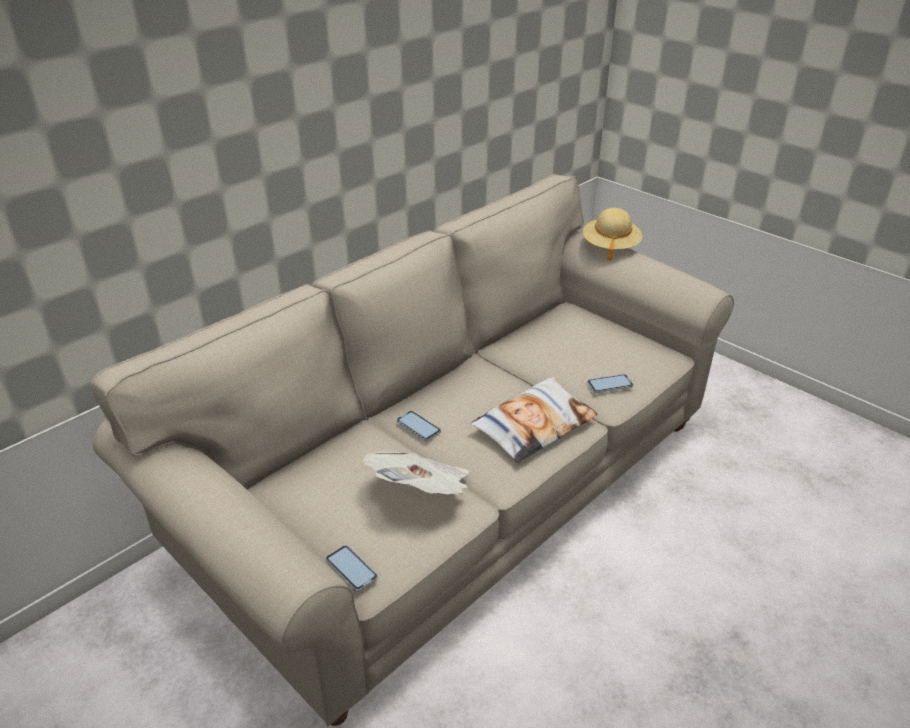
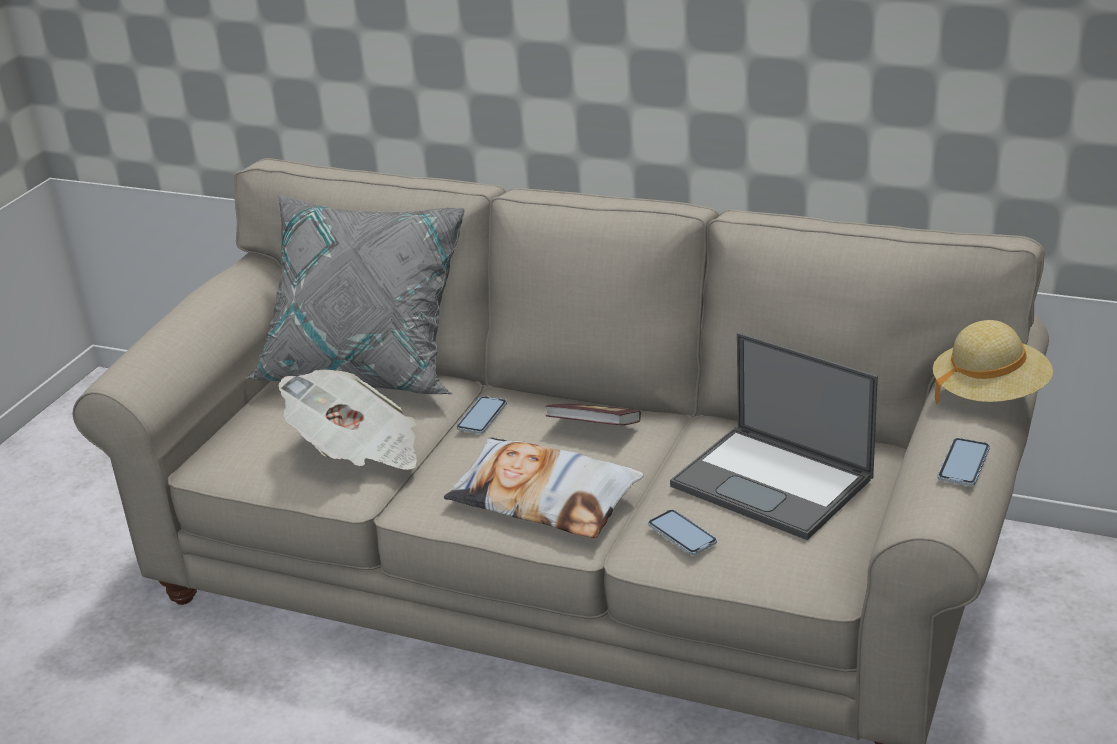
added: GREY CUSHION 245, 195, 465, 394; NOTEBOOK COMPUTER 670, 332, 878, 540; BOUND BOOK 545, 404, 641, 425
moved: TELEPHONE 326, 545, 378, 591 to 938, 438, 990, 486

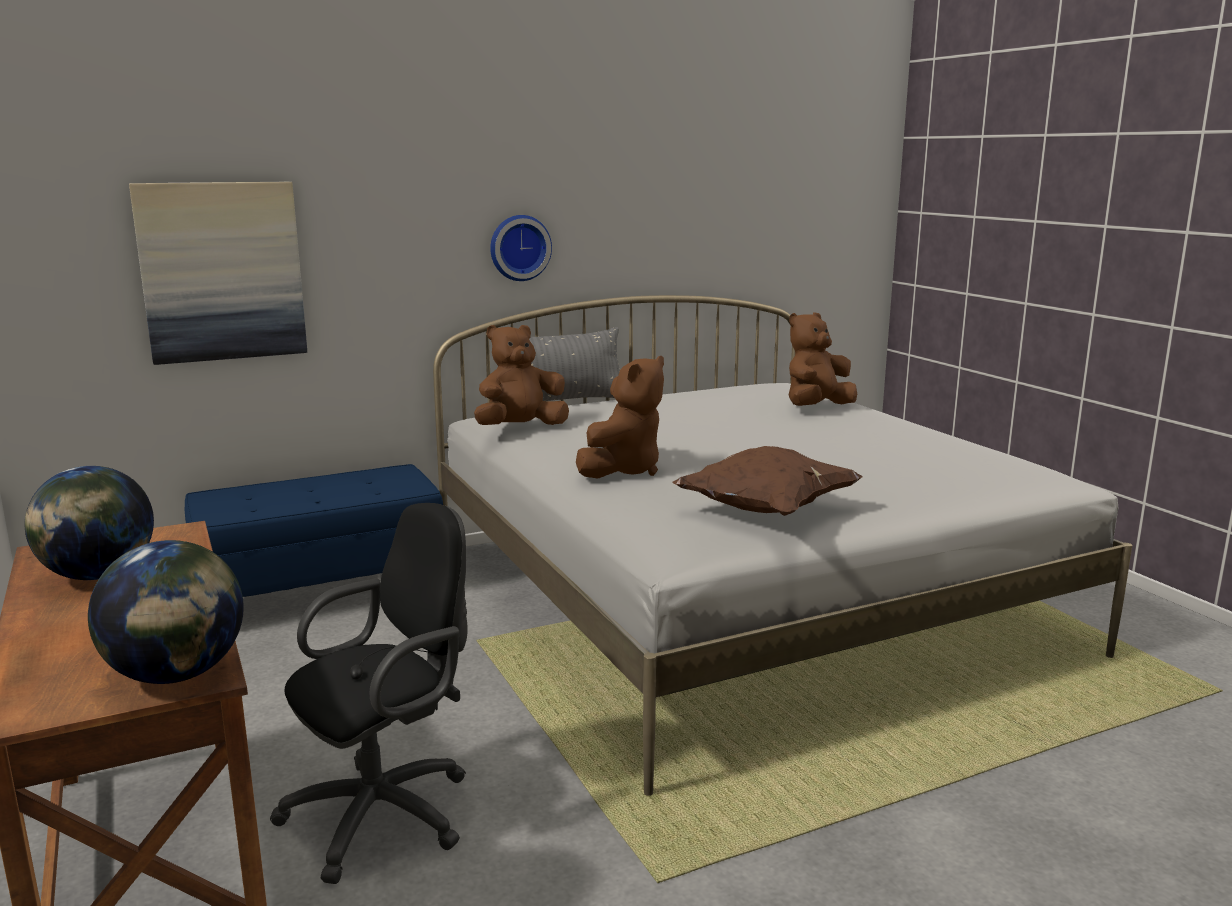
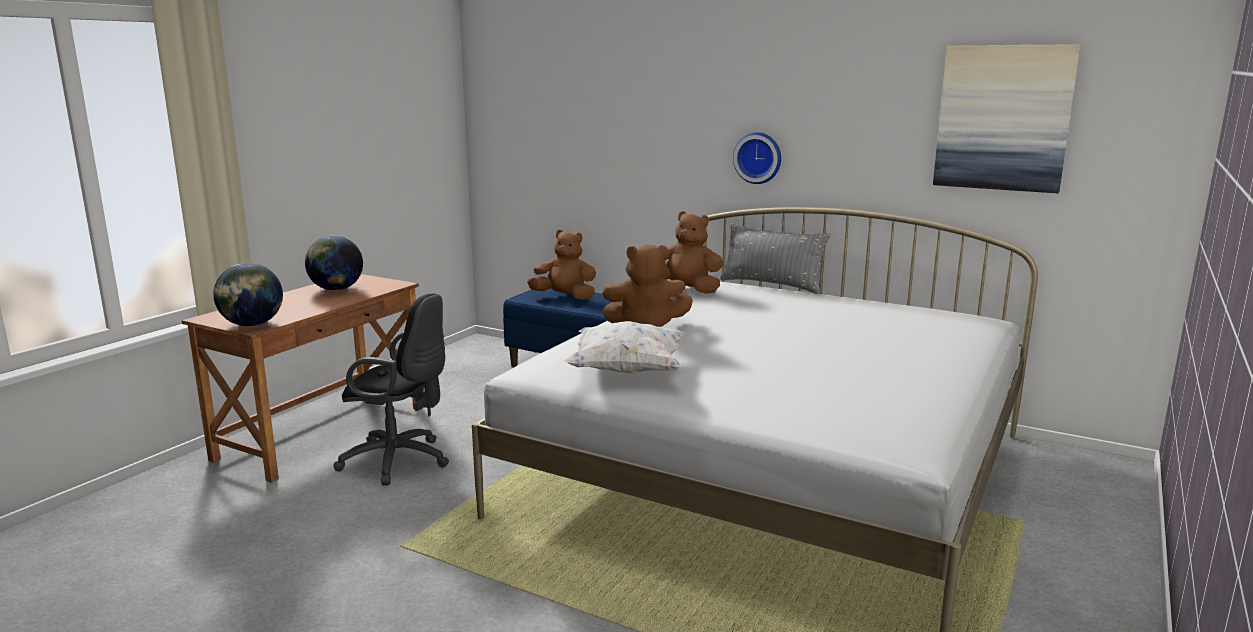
moved: WALL ART 129, 182, 307, 365 to 933, 44, 1081, 193; BROWN-COLOURED PLUSH TOY 789, 312, 857, 406 to 527, 230, 596, 300
recoloured: BROWN-COLOURED CUSHION 673, 446, 863, 516 to WHITE-COLOURED CUSHION 564, 321, 684, 373

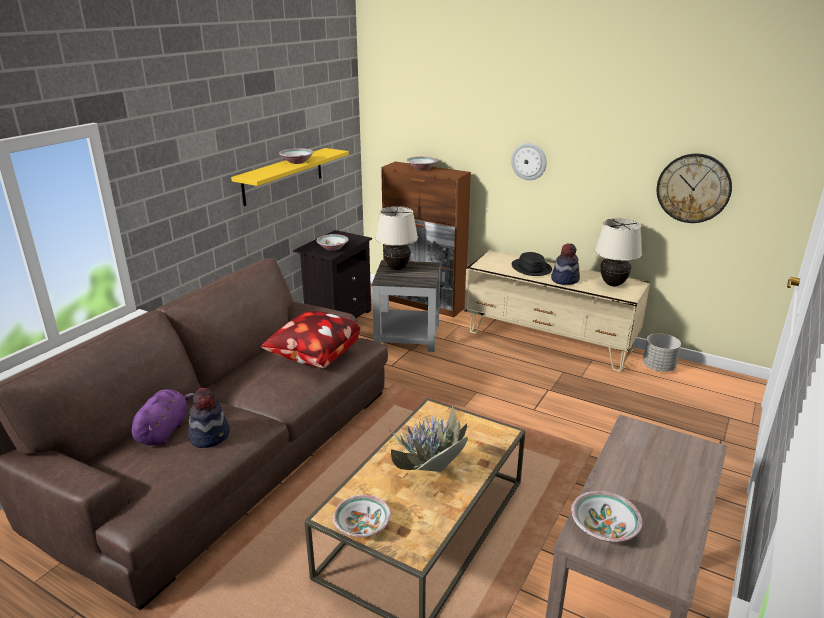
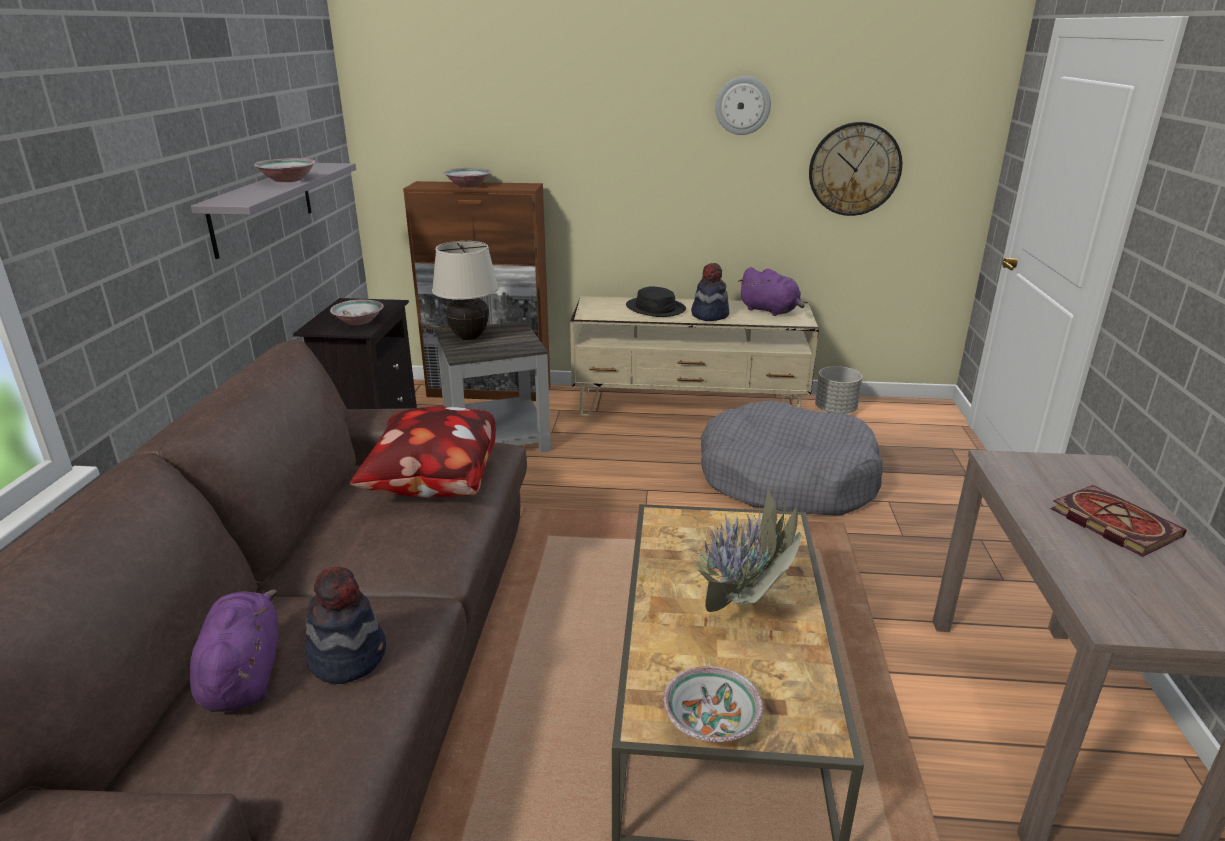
removed: BOWL 571, 491, 643, 542
added: GREY PET BED 701, 401, 883, 516; BOUND BOOK 1051, 485, 1187, 557
moved: HANGING CLOCK 511, 143, 547, 180 to 715, 76, 771, 135
replaced: BEIGE TABLE LAMP 595, 218, 642, 287 to PURPLE PLUSH TOY 738, 267, 805, 316
recoloured: YELLOW-COLOURED WALL SHELF 231, 148, 349, 206 to GREY WALL SHELF 191, 163, 356, 259

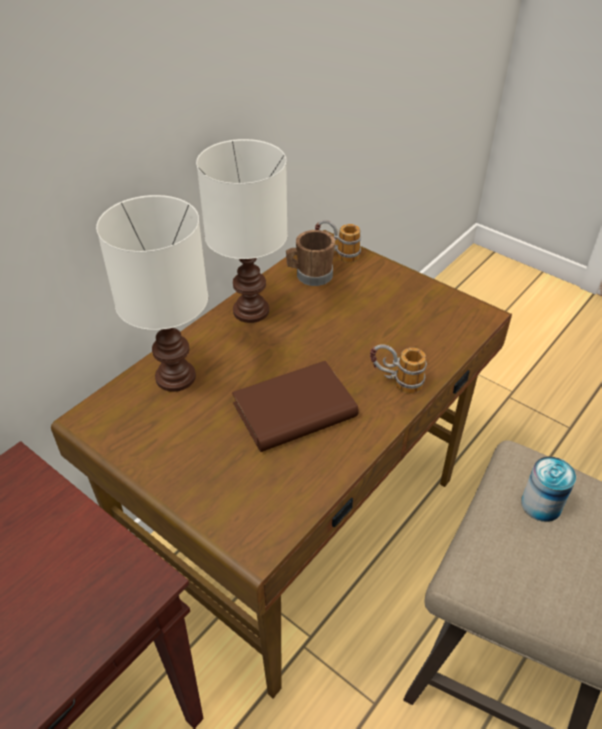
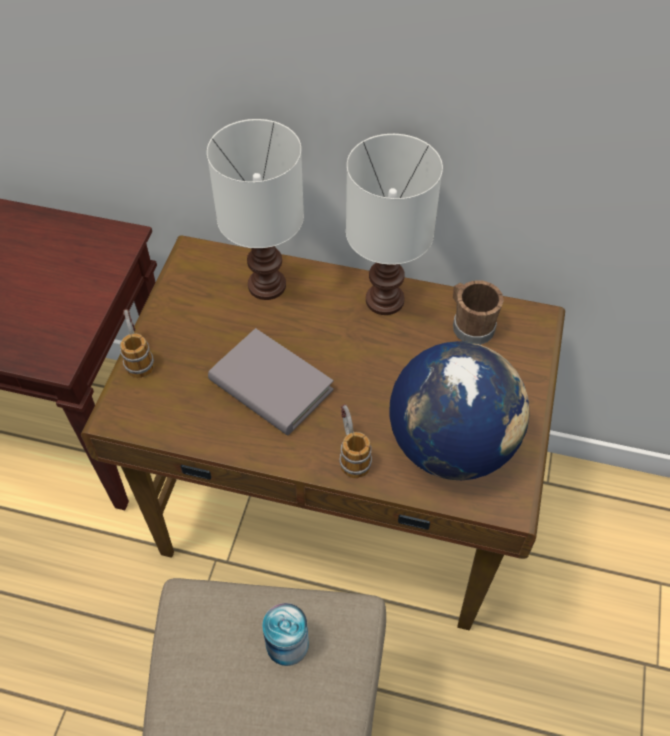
added: WORLD GLOBE 389, 341, 530, 480
moved: MUG 315, 220, 361, 263 to 120, 309, 154, 378
recoloured: BROWN-COLOURED BOUND BOOK 232, 361, 359, 452 to GREY BOUND BOOK 208, 328, 334, 435

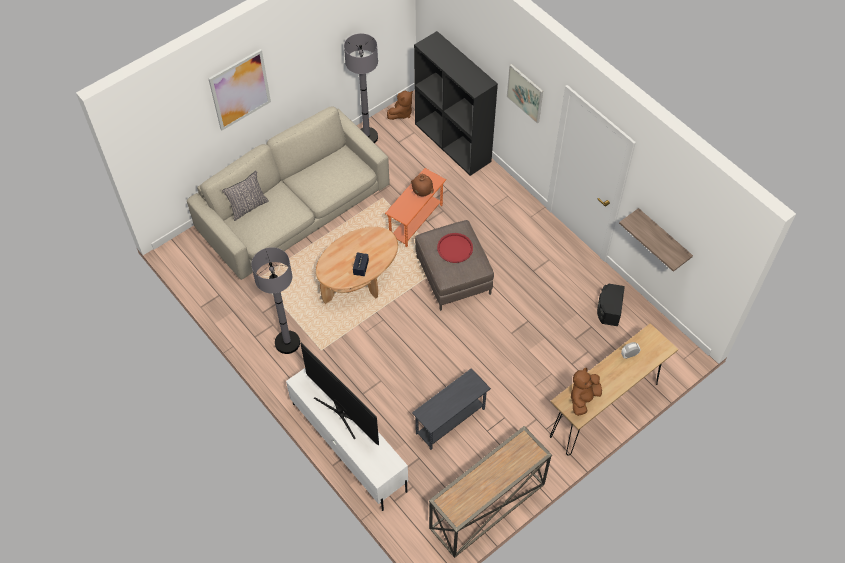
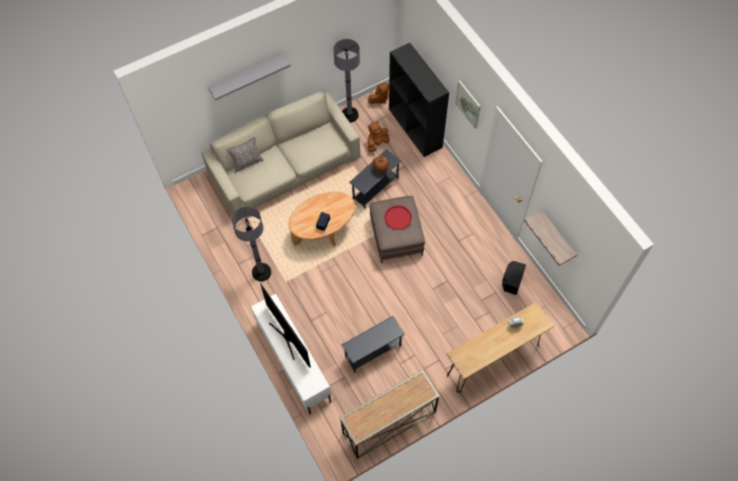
moved: BROWN-COLOURED PLUSH TOY 571, 368, 602, 416 to 368, 121, 389, 152
replaced: WALL ART 208, 49, 271, 130 to GREY WALL SHELF 208, 53, 291, 101
recoloured: ORANGEY ACCENT TABLE 385, 168, 446, 247 to GREY ACCENT TABLE 349, 149, 401, 209

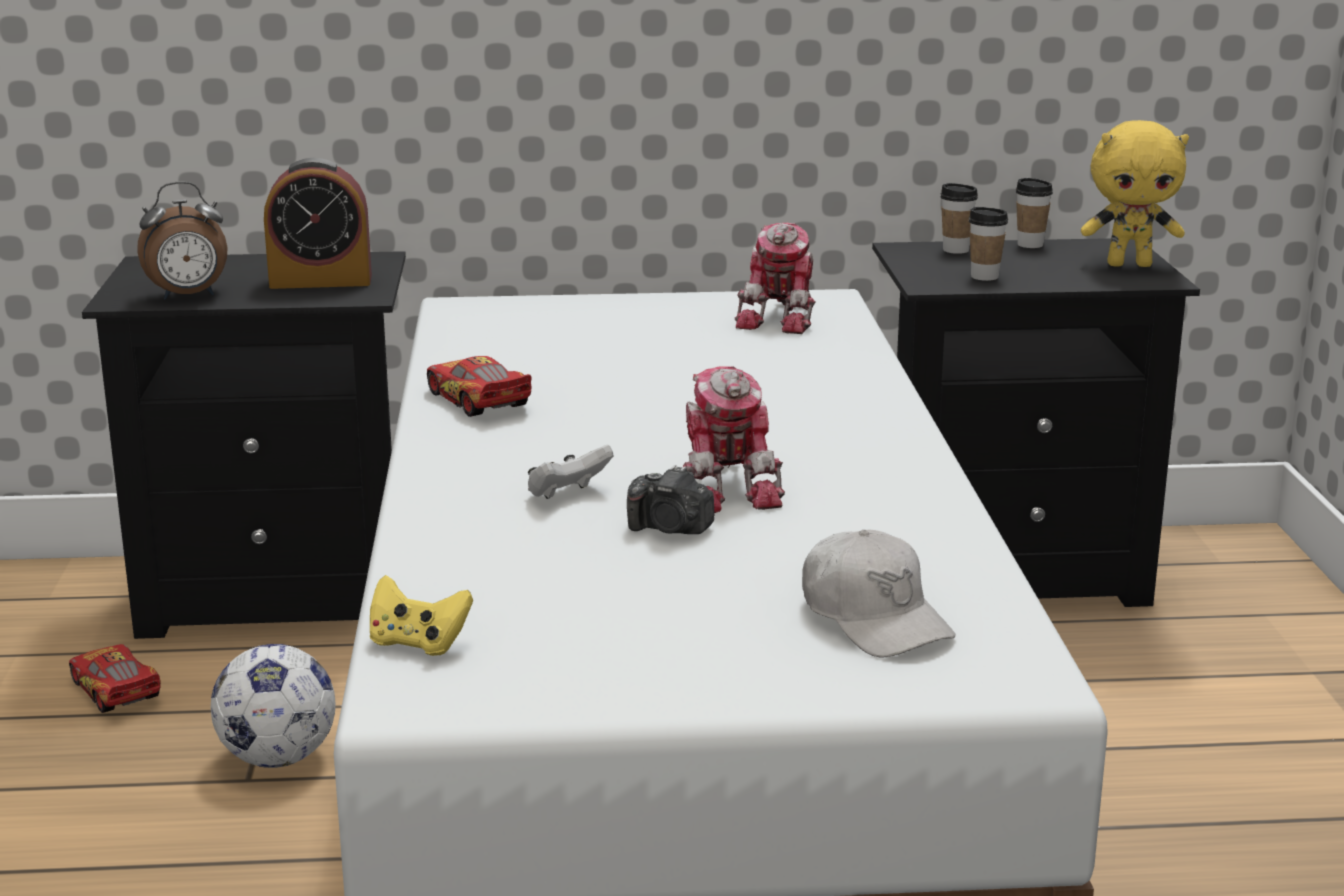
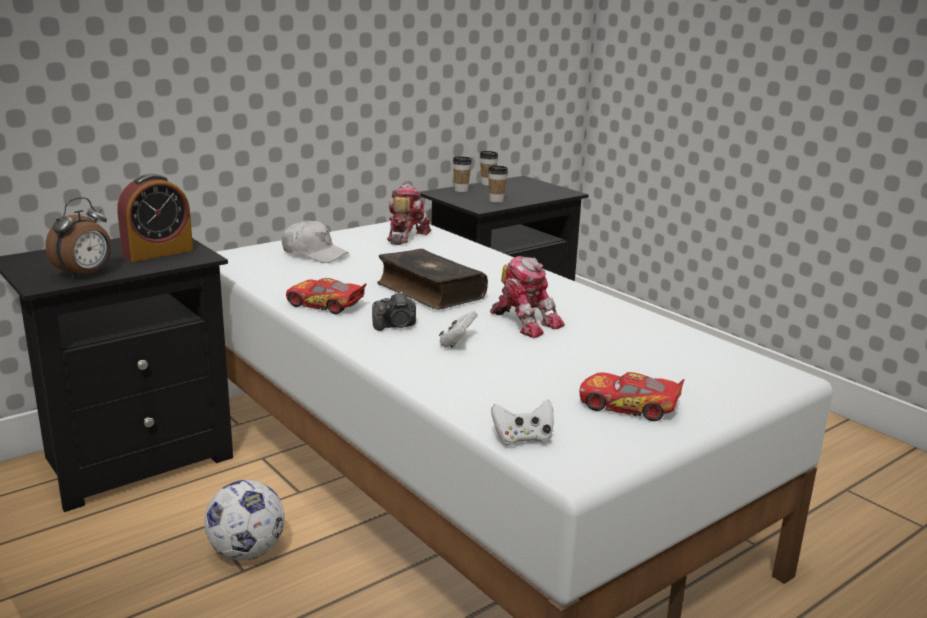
removed: YELLOW-COLOURED PLUSH TOY 1081, 120, 1189, 267
added: BOUND BOOK 377, 249, 488, 310
moved: PHOTO CAMERA 627, 465, 714, 534 to 372, 292, 416, 331; WHITE-COLOURED BASEBALL CAP 802, 530, 956, 657 to 282, 220, 349, 263; TOY CAR 69, 644, 161, 713 to 579, 372, 685, 421
recoloured: YELLOW-COLOURED GAME CONTROLLER 370, 575, 473, 656 to WHITE-COLOURED GAME CONTROLLER 491, 400, 554, 445
turned: MODEL ROBOT 735, 223, 815, 334 = 387, 184, 431, 245 150 degrees counterclockwise

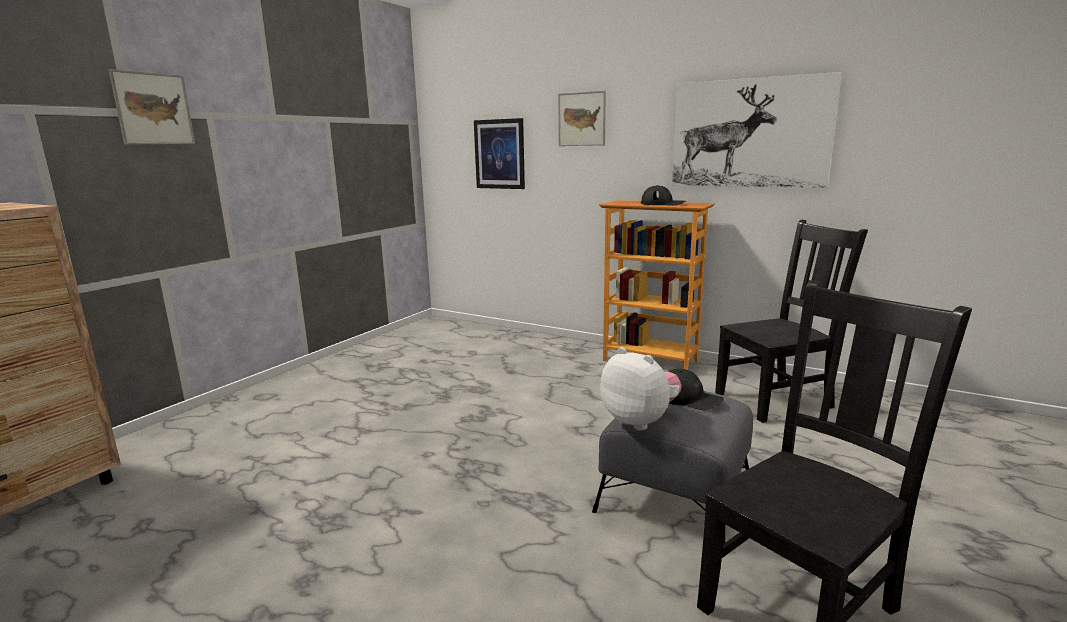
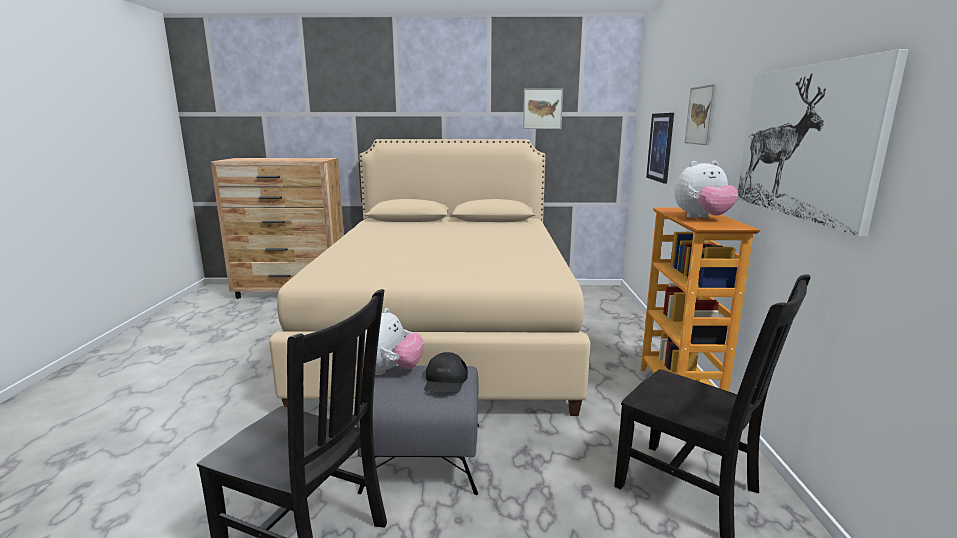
added: BEIGE SLEEPING BED 269, 139, 590, 416
moved: WALL ART 108, 69, 195, 145 to 523, 88, 563, 129
replaced: BLACK-COLOURED BASEBALL CAP 641, 185, 686, 205 to PLUSH TOY 674, 161, 739, 218

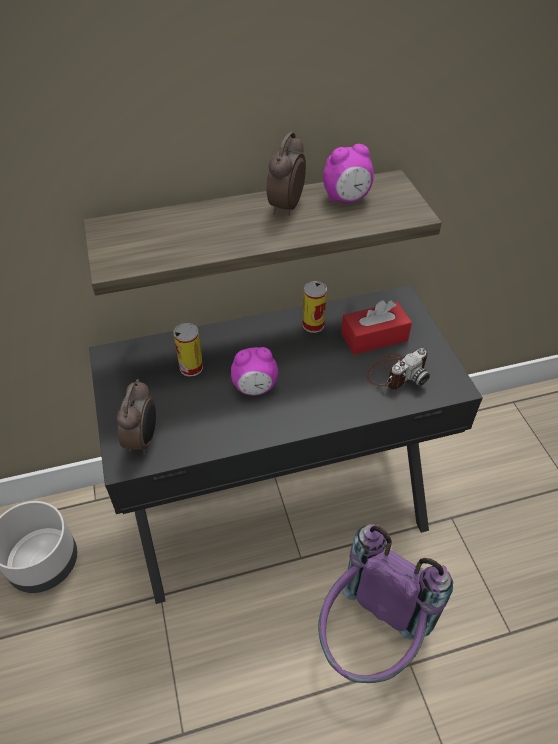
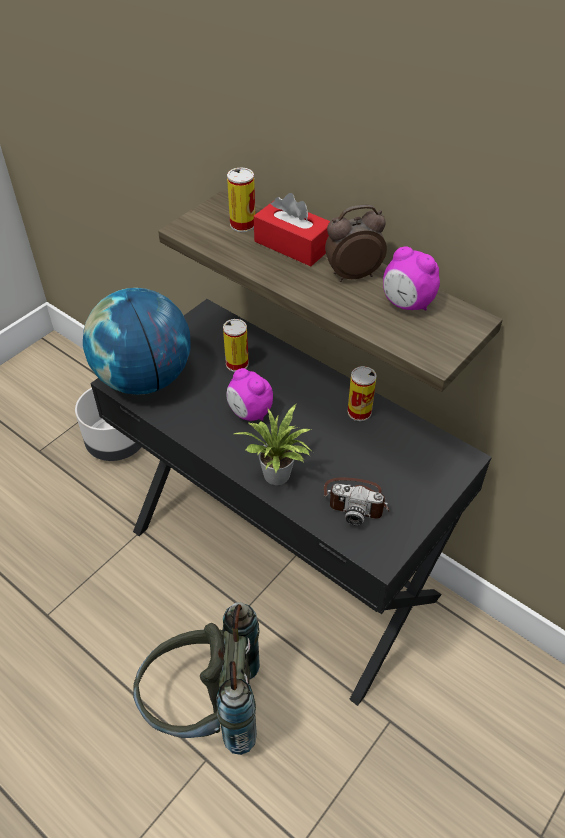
added: METAL CAN 227, 167, 255, 232; POTTED PLANT 234, 404, 313, 485
moved: RED-COLOURED BOX OF TISSUES 341, 300, 412, 355 to 254, 193, 330, 266
replaced: BEDSIDE CLOCK 117, 379, 156, 455 to WORLD GLOBE 83, 288, 191, 395
recoloured: PURPLE RUCKSACK 318, 524, 453, 683 to GREY RUCKSACK 133, 602, 260, 755

